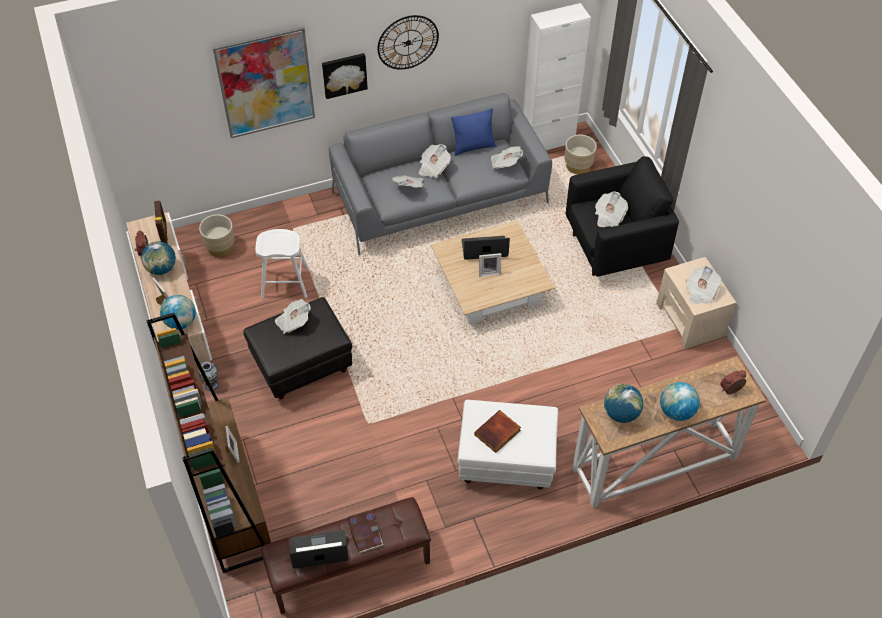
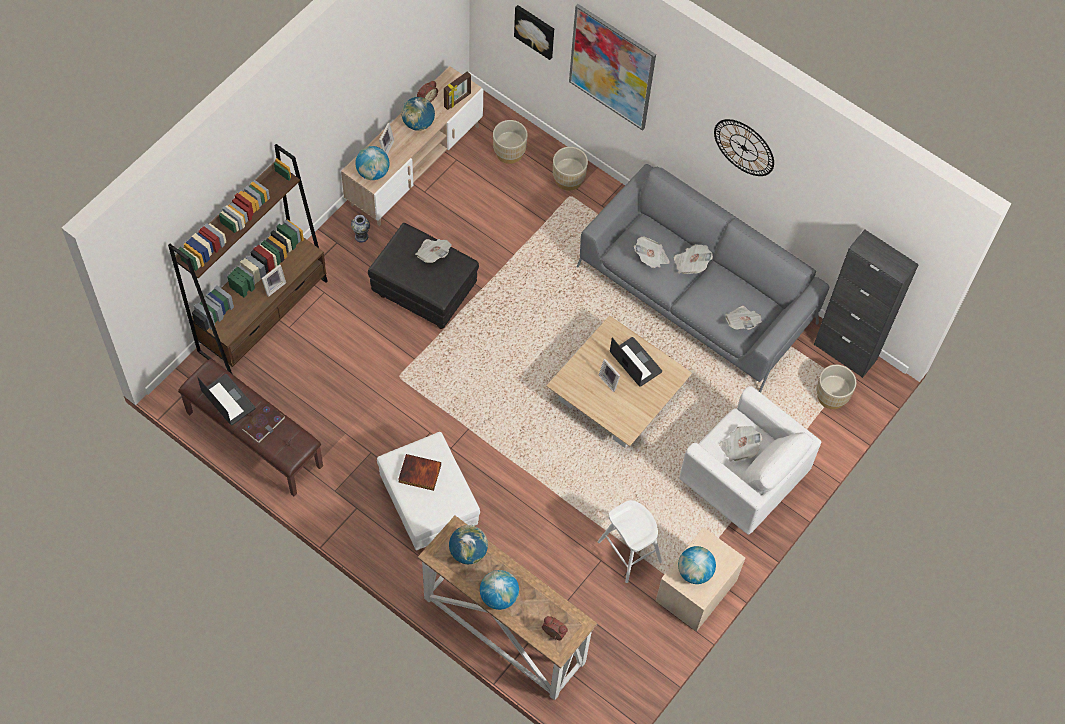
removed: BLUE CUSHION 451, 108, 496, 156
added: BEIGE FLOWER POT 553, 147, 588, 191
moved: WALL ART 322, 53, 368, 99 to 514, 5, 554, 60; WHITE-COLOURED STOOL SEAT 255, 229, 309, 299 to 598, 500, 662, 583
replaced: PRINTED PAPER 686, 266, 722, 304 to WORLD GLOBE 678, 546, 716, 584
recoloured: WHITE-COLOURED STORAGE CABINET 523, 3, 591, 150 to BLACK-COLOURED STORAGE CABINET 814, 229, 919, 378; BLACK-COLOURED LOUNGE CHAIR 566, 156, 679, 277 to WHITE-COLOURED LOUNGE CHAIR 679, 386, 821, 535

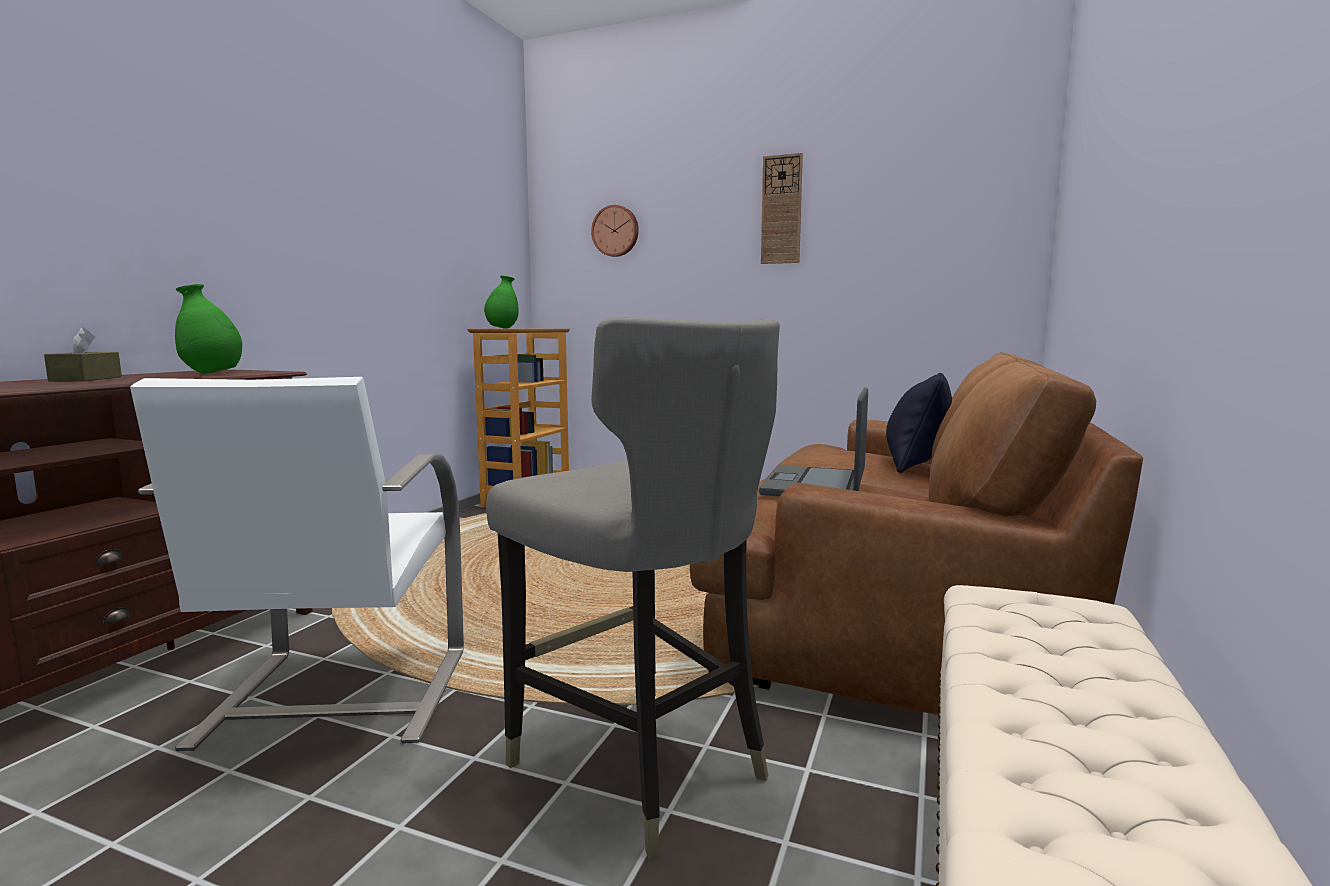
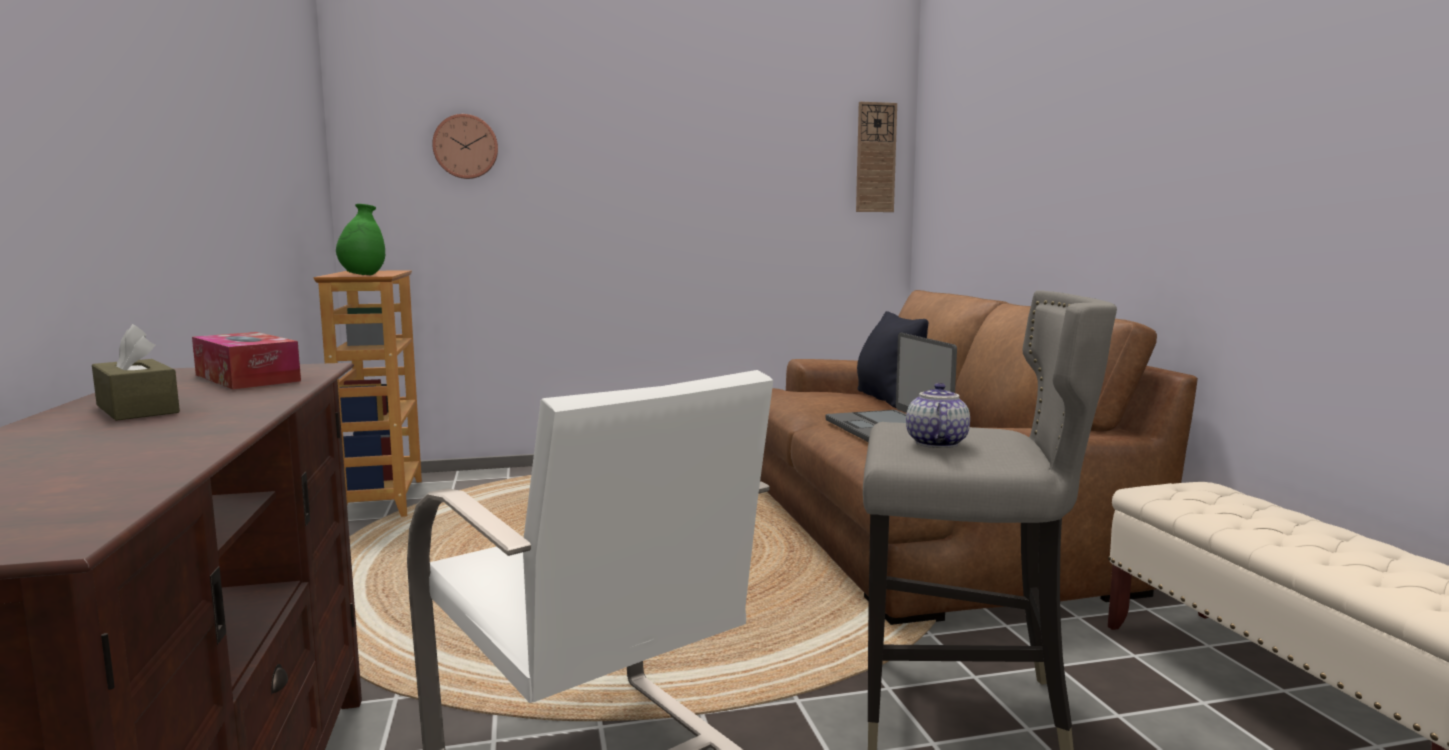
added: POT FOR TEA 906, 383, 970, 448
moved: HANGING CLOCK 761, 153, 803, 264 to 856, 102, 897, 212
replaced: GREENISH FLOWER VASE 175, 284, 242, 374 to BOX OF TISSUES 192, 332, 301, 389

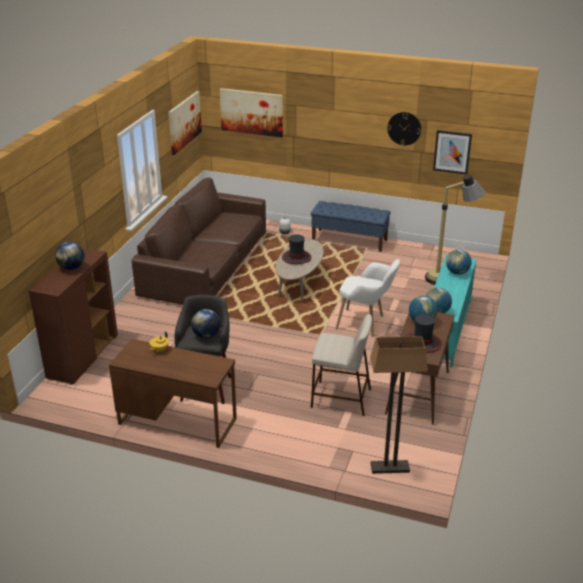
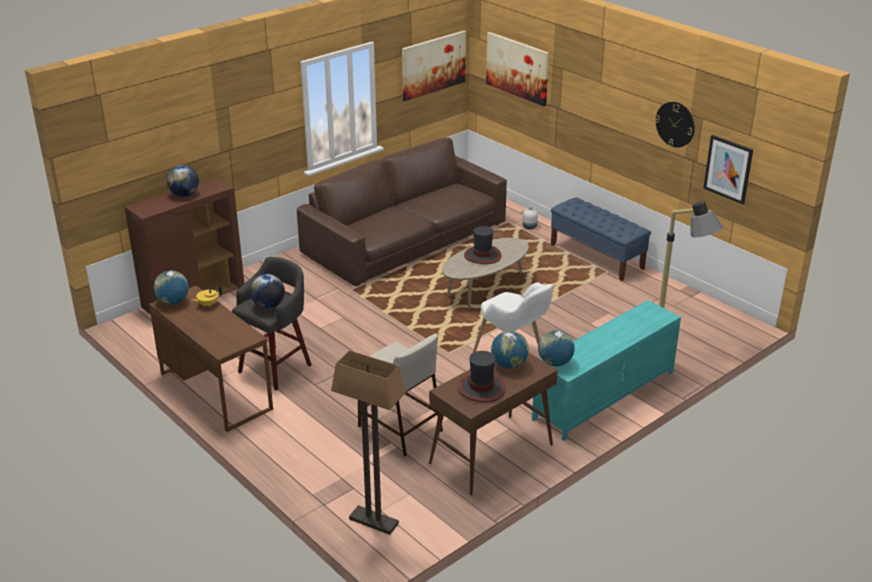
moved: WORLD GLOBE 446, 249, 472, 275 to 154, 270, 189, 305

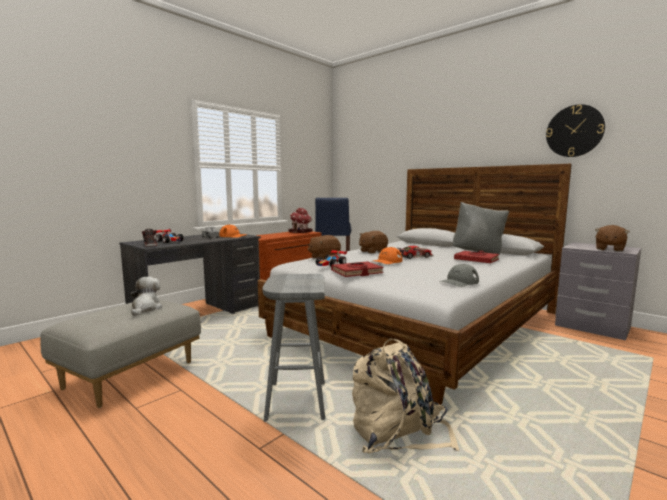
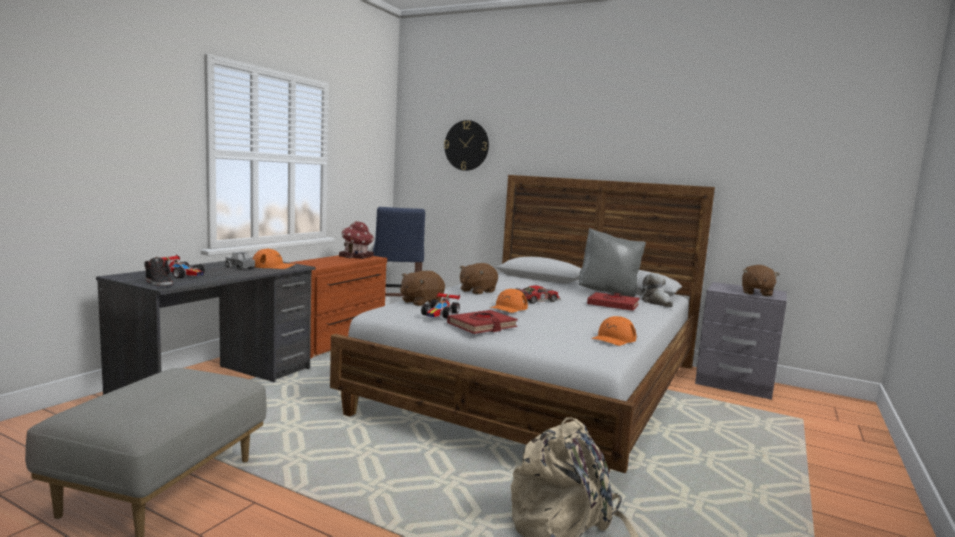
removed: GREY STOOL SEAT 262, 274, 325, 422
moved: HANGING CLOCK 546, 104, 605, 157 to 444, 120, 489, 171; PLUSH TOY 131, 277, 162, 316 to 642, 273, 673, 307
recoloured: GREY BASEBALL CAP 439, 264, 479, 287 to ORANGEY BASEBALL CAP 591, 316, 636, 346

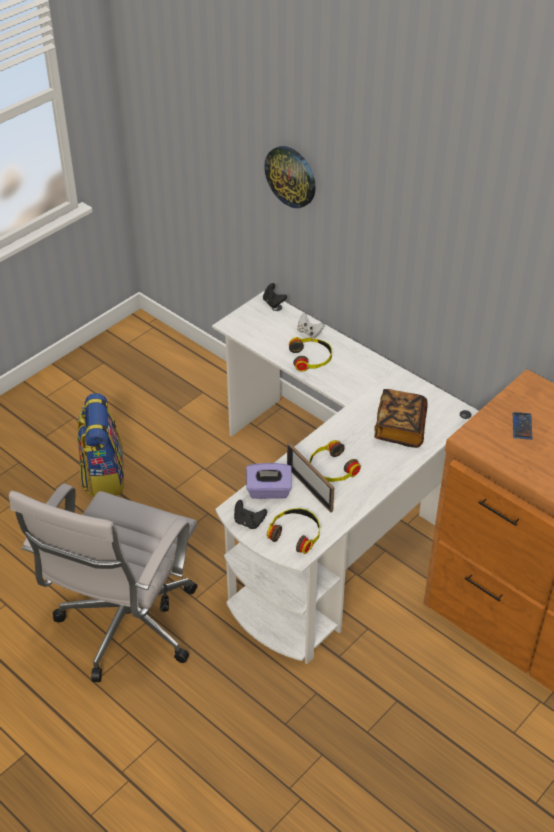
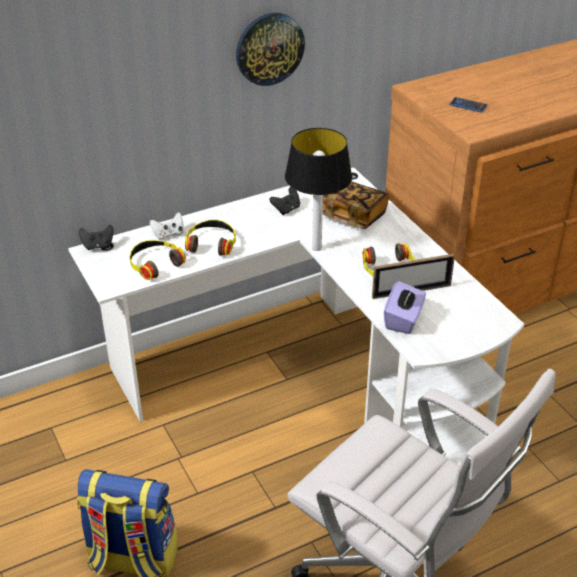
added: TABLE LAMP 285, 128, 352, 251
moved: HANGING CLOCK 264, 146, 316, 208 to 236, 13, 305, 86; BLACK-COLOURED GAME CONTROLLER 234, 500, 267, 529 to 269, 187, 300, 215; PAIR OF HEADPHONES 267, 508, 320, 554 to 129, 240, 186, 280

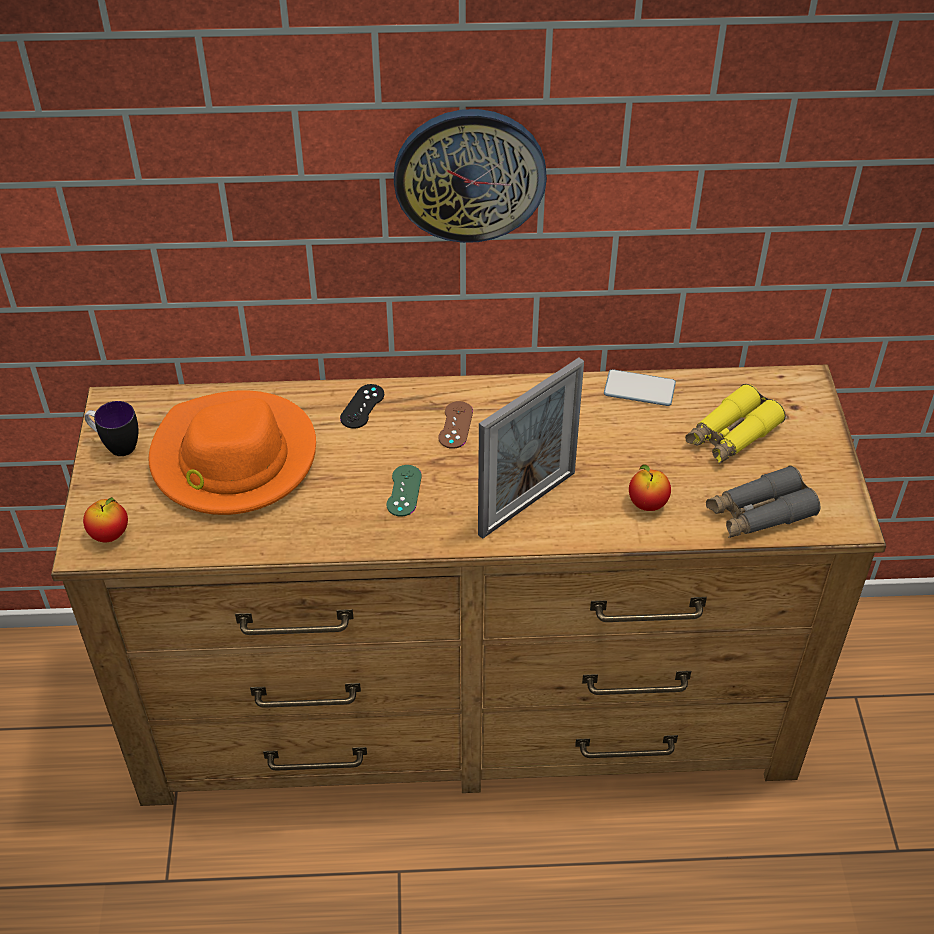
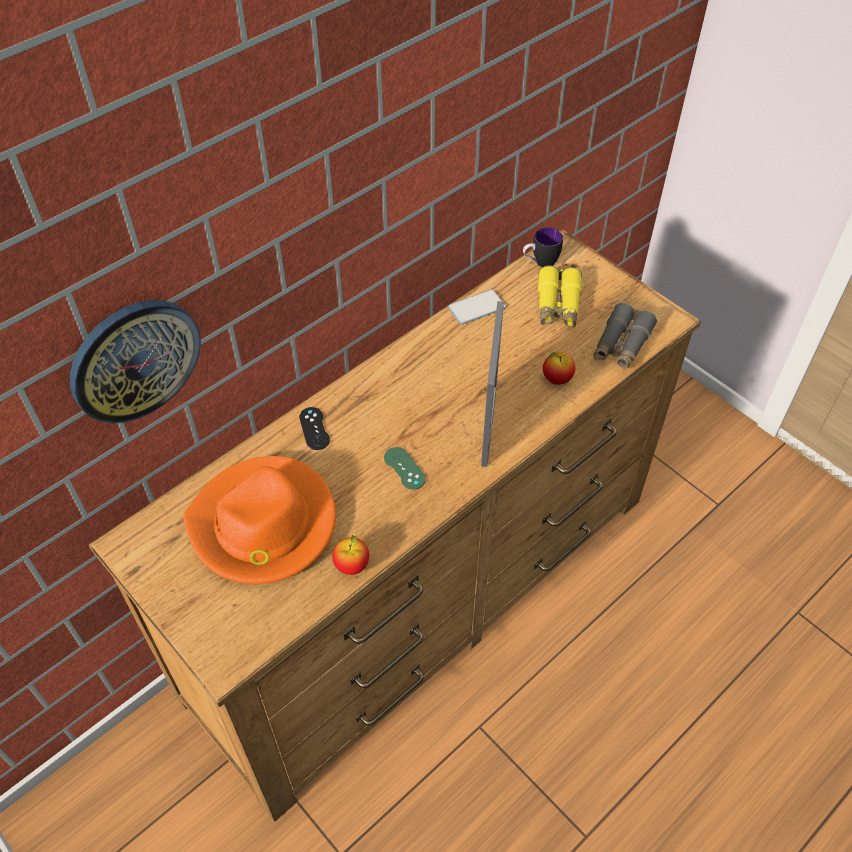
removed: BROWN-COLOURED GAME CONTROLLER 438, 401, 473, 449
moved: HANGING CLOCK 394, 109, 547, 243 to 70, 300, 201, 423; MUG 84, 401, 138, 456 to 523, 227, 563, 267; APPLE FRUIT 83, 497, 128, 542 to 332, 535, 369, 575

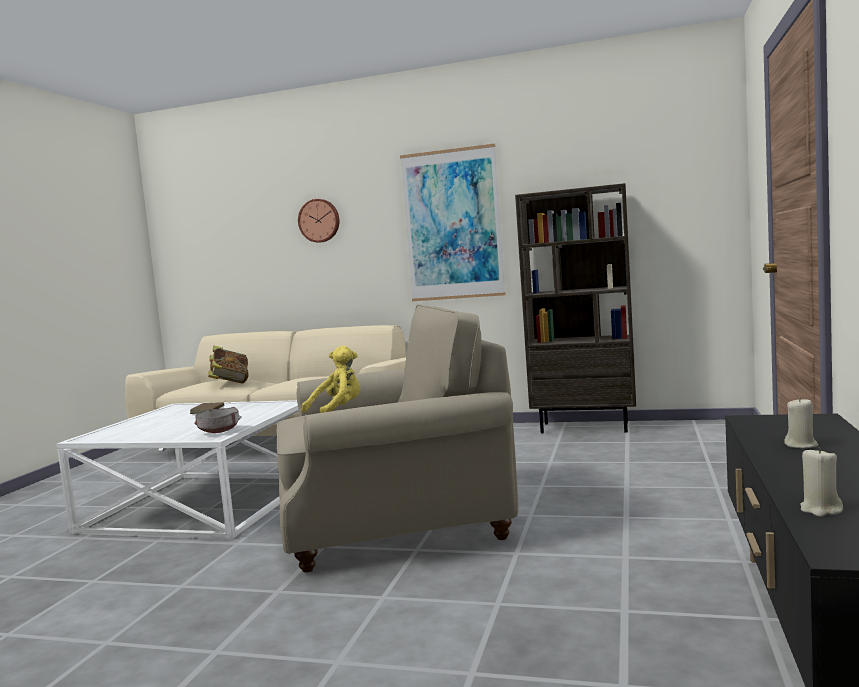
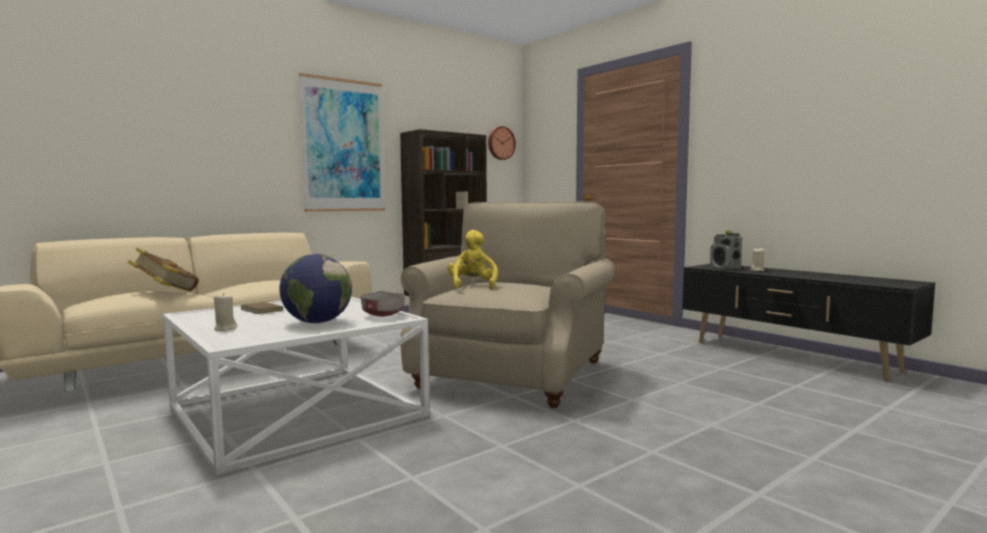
added: RADIO SET 710, 230, 742, 270; WORLD GLOBE 279, 254, 352, 323
moved: HANGING CLOCK 298, 199, 340, 242 to 488, 126, 516, 160; BEIGE CANDLE 801, 447, 843, 517 to 214, 293, 237, 331

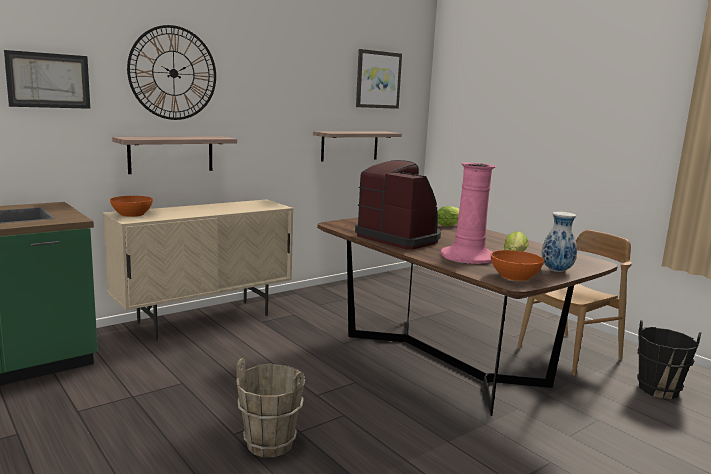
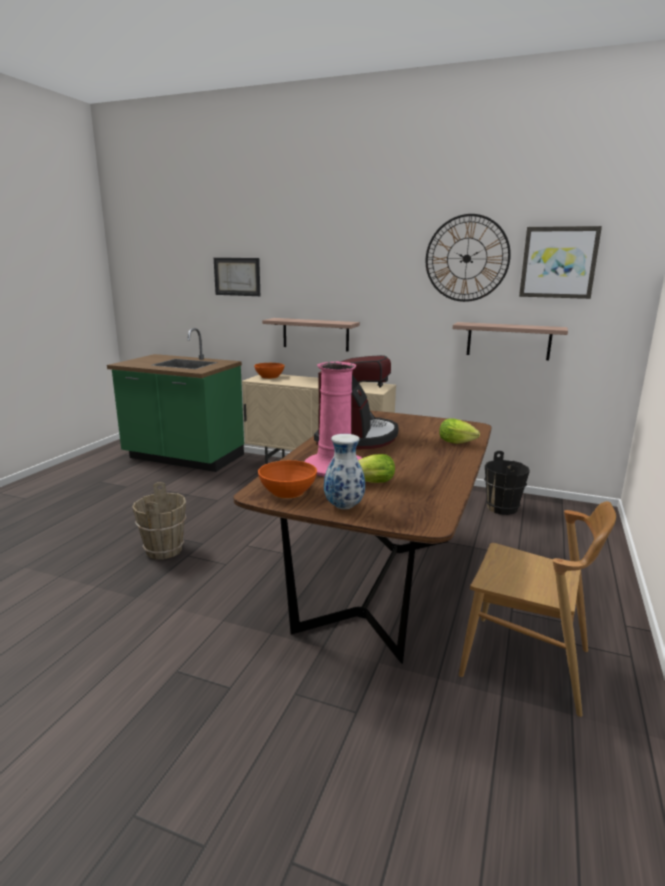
moved: HANGING CLOCK 127, 25, 216, 120 to 426, 214, 511, 302; BLACK-COLOURED BUCKET 637, 320, 701, 399 to 484, 451, 530, 515

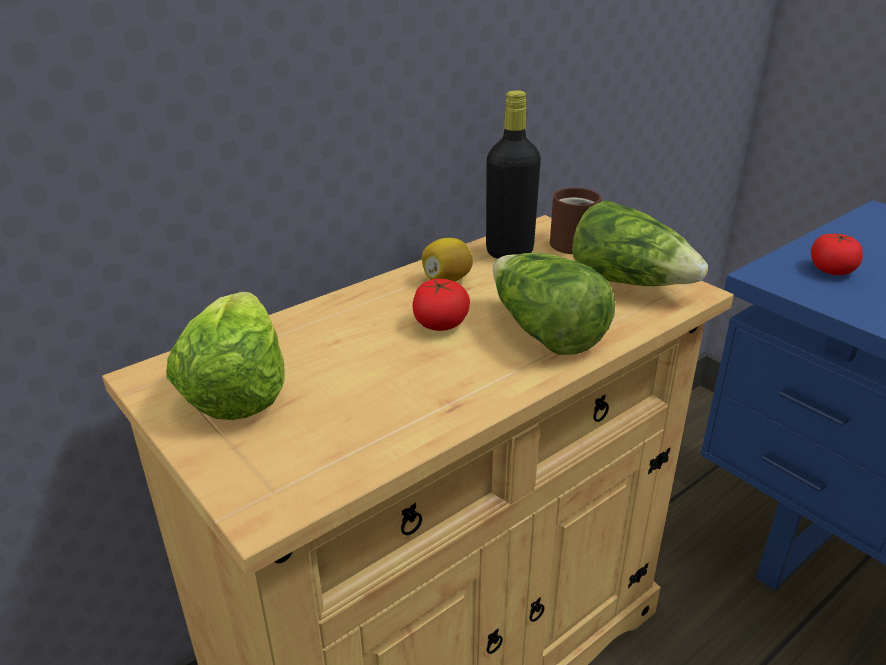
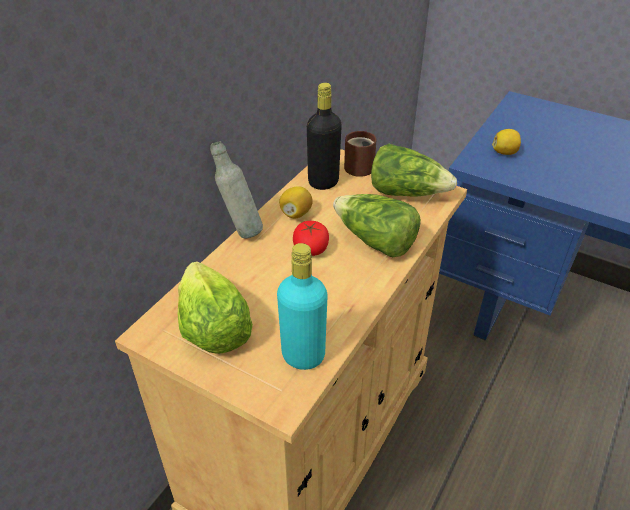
added: GREY BOTTLE 210, 141, 263, 238; BLUE-GREEN BOTTLE 277, 243, 328, 370
replaced: TOMATO 811, 232, 863, 275 to WHOLE LEMON 492, 129, 521, 155

